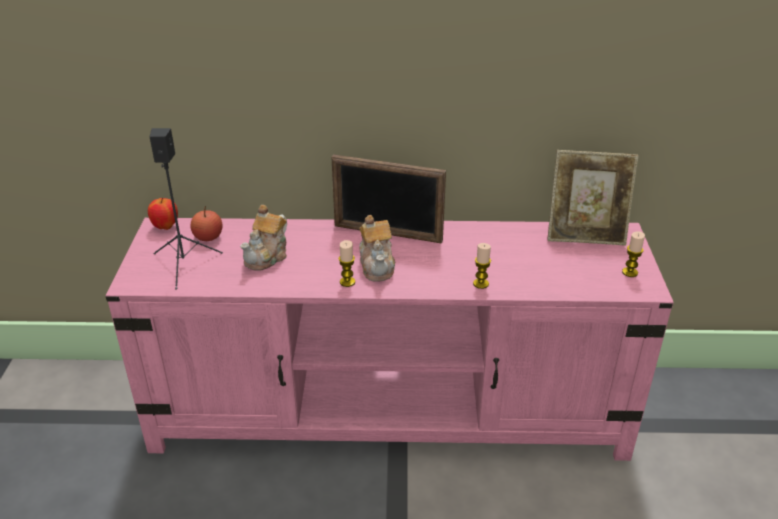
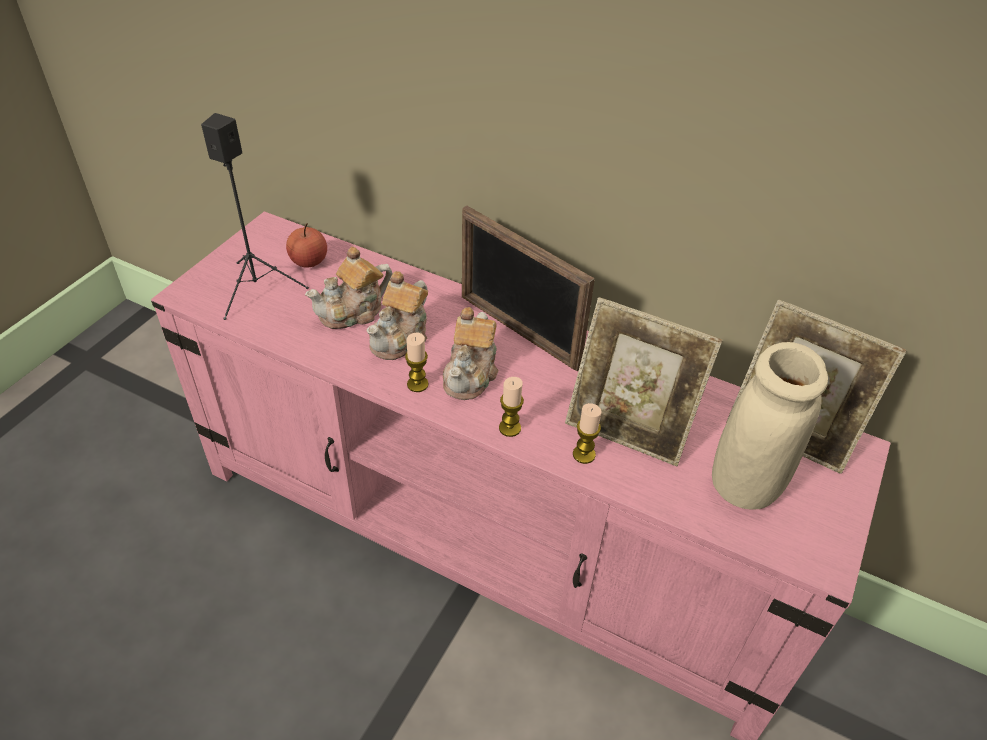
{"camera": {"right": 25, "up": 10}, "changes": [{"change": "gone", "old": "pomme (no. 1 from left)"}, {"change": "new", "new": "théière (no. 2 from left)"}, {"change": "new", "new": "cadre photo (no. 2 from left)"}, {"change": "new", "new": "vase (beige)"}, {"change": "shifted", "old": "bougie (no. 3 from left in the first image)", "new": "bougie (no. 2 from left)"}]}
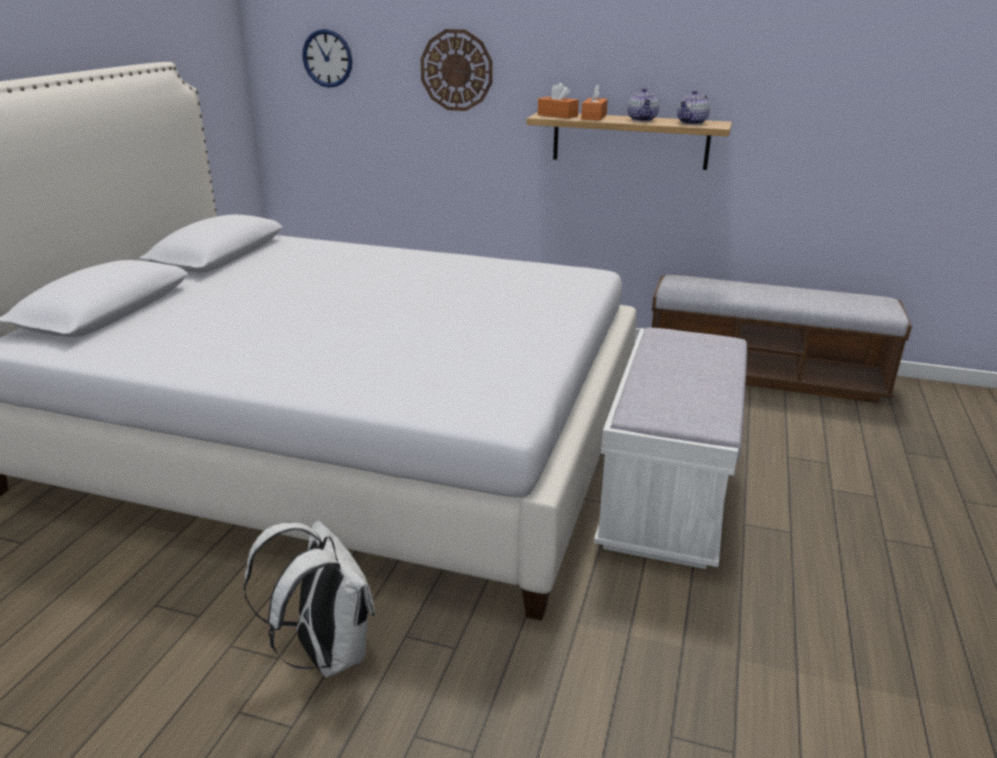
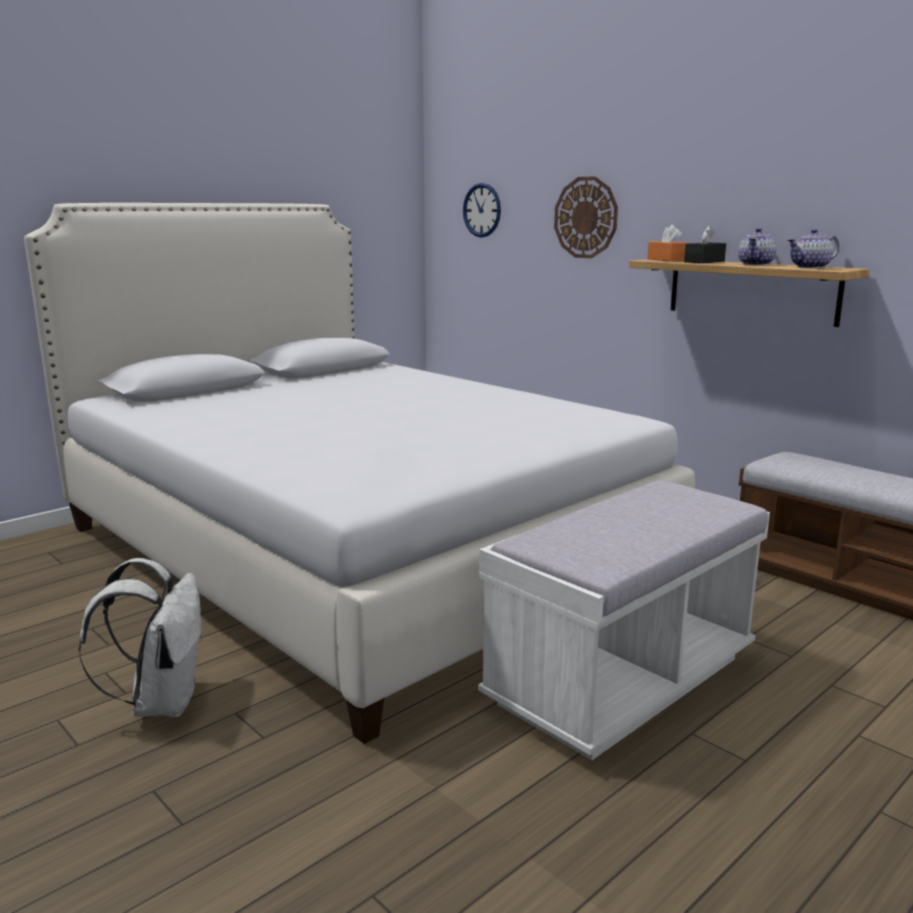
{"camera": {"right": 30, "up": -10}, "changes": [{"change": "repainted", "old": "boîte à mouchoirs (orange) (no. 2 from left)", "new": "boîte à mouchoirs (noir)"}]}
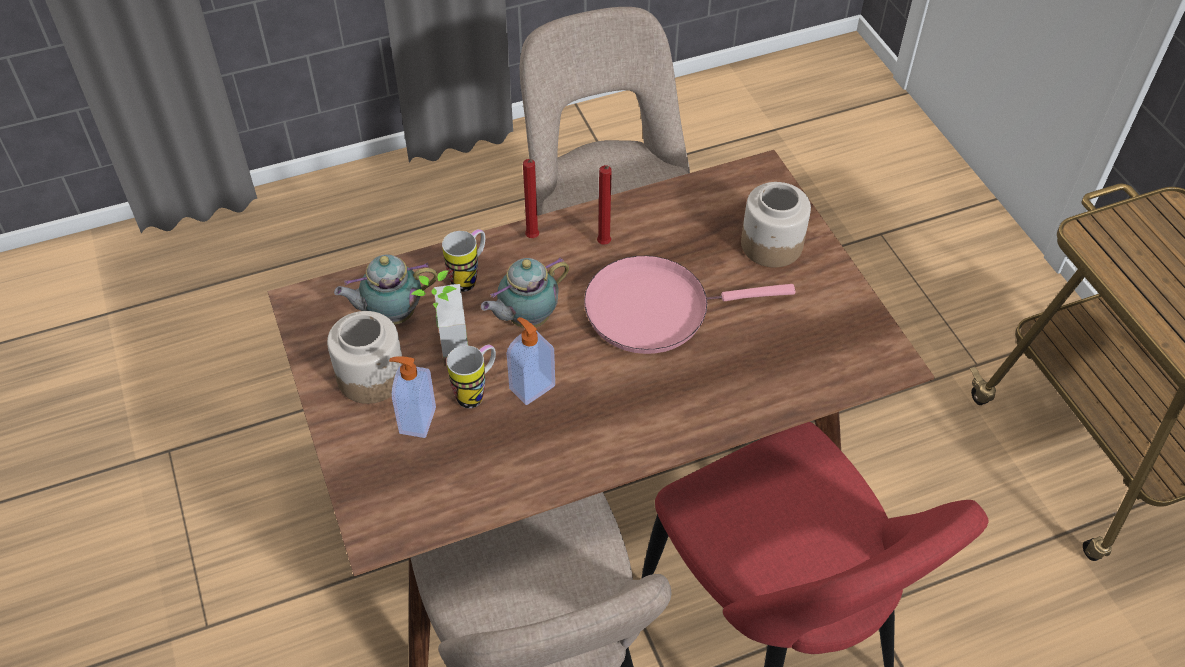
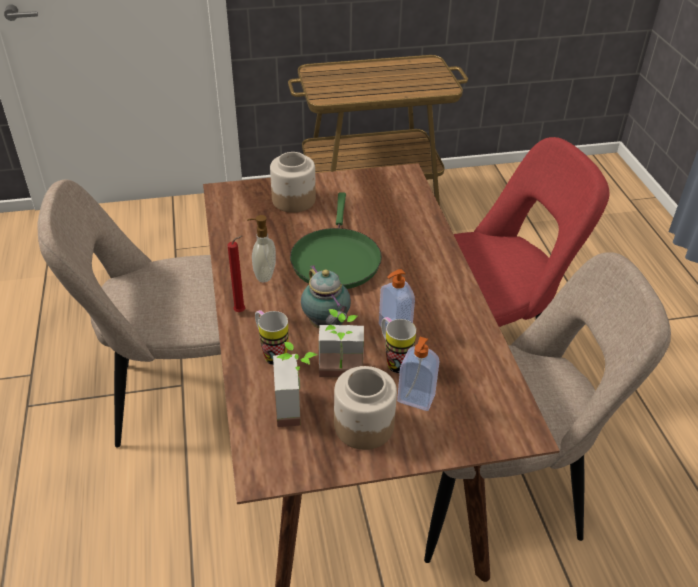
{"camera": {"right": -80, "up": -10}, "changes": [{"change": "swapped", "old": "théière (no. 1 from left)", "new": "plante en pot (no. 1 from left)"}, {"change": "swapped", "old": "bougie (rouge) (no. 2 from left)", "new": "distributeur de savon (no. 1 from left)"}, {"change": "repainted", "old": "poêle (rose)", "new": "poêle (vert)"}]}
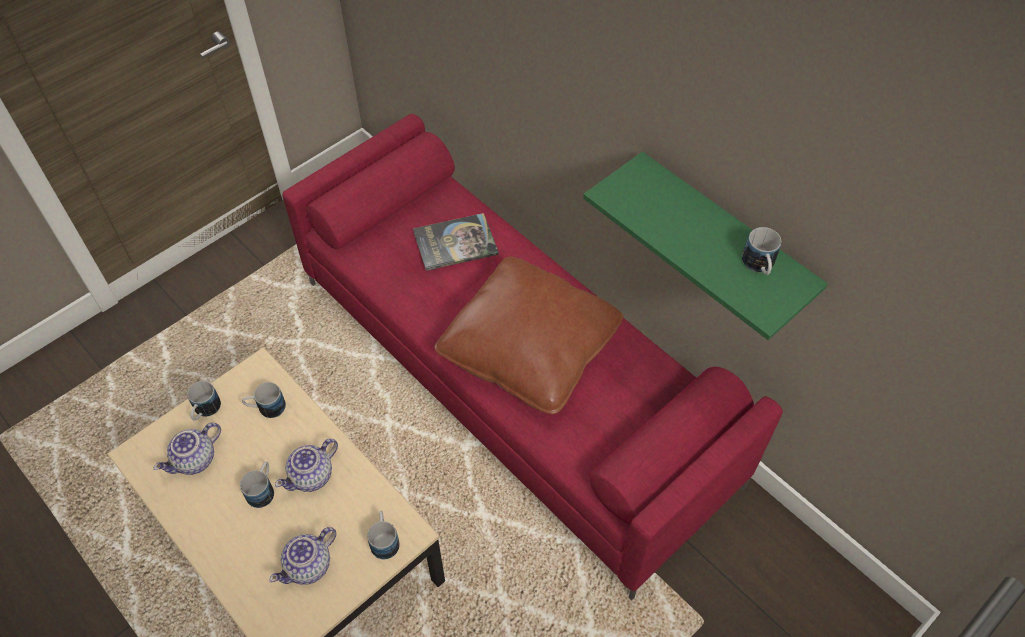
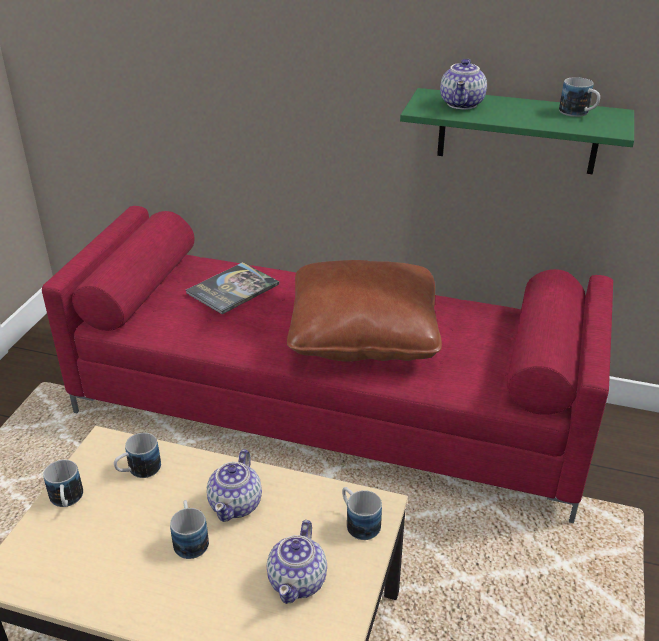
{"camera": {"right": -30, "up": -20}, "changes": [{"change": "shifted", "old": "théière (no. 1 from left in the first image)", "new": "théière (no. 3 from left)"}]}
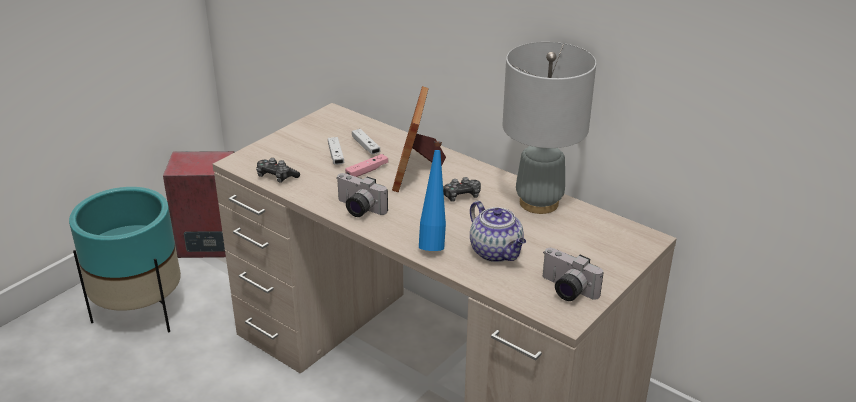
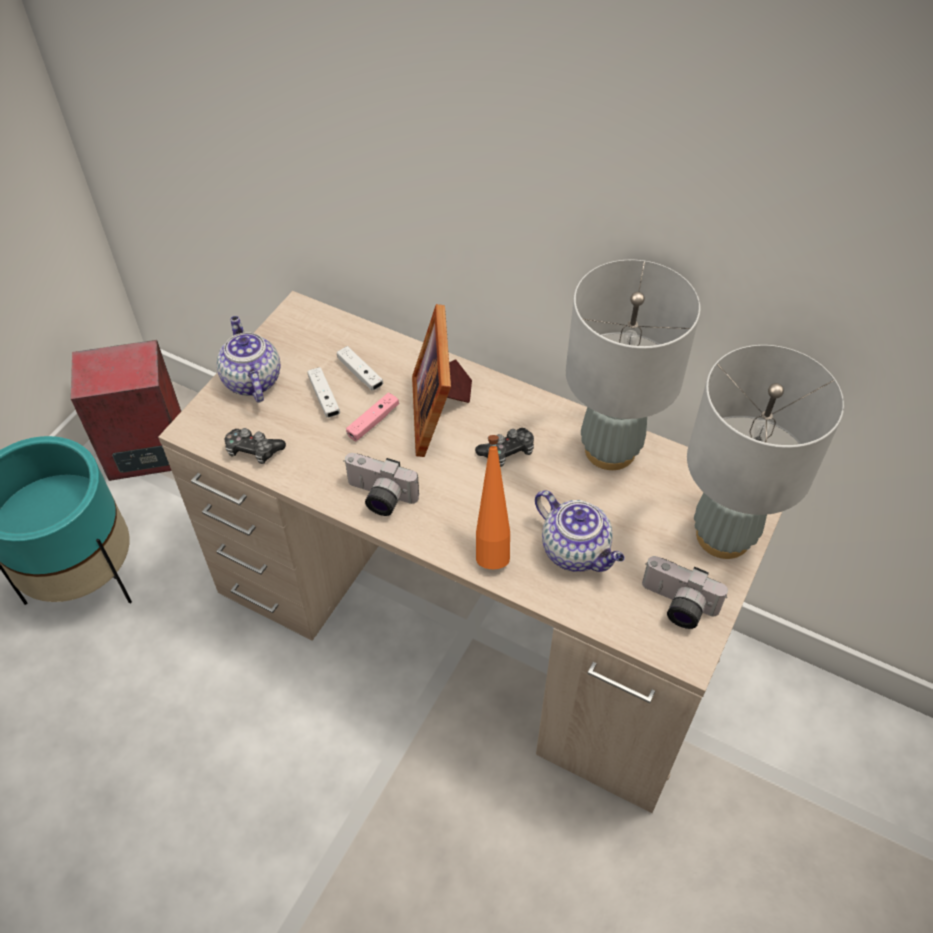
{"camera": {"right": -10, "up": 20}, "changes": [{"change": "new", "new": "théière (no. 1 from left)"}, {"change": "new", "new": "lampe de table (gris) (no. 2 from left)"}, {"change": "repainted", "old": "bouteille (bleu)", "new": "bouteille (orange)"}]}
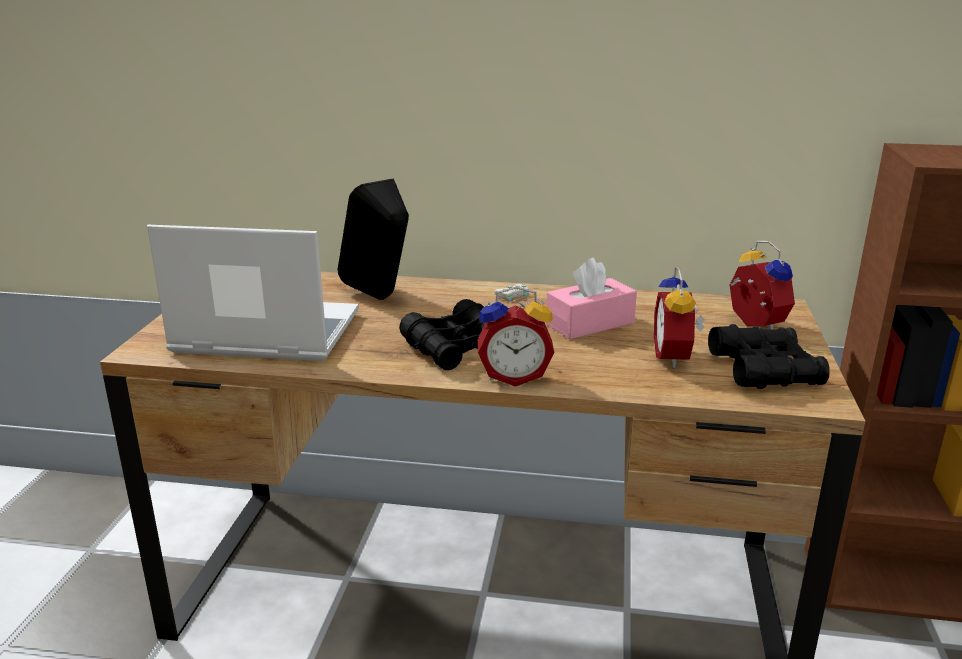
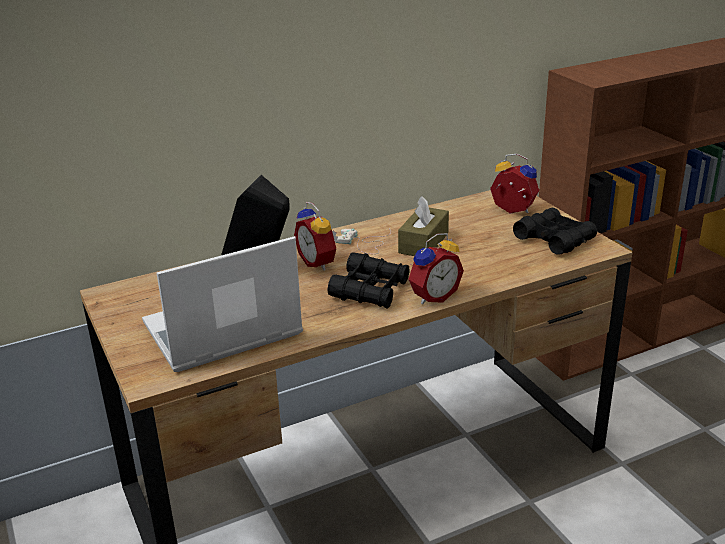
{"camera": {"right": -35, "up": 5}, "changes": [{"change": "shifted", "old": "réveil (no. 2 from left in the first image)", "new": "réveil (no. 1 from left)"}, {"change": "repainted", "old": "boîte à mouchoirs (rose)", "new": "boîte à mouchoirs (marron)"}]}
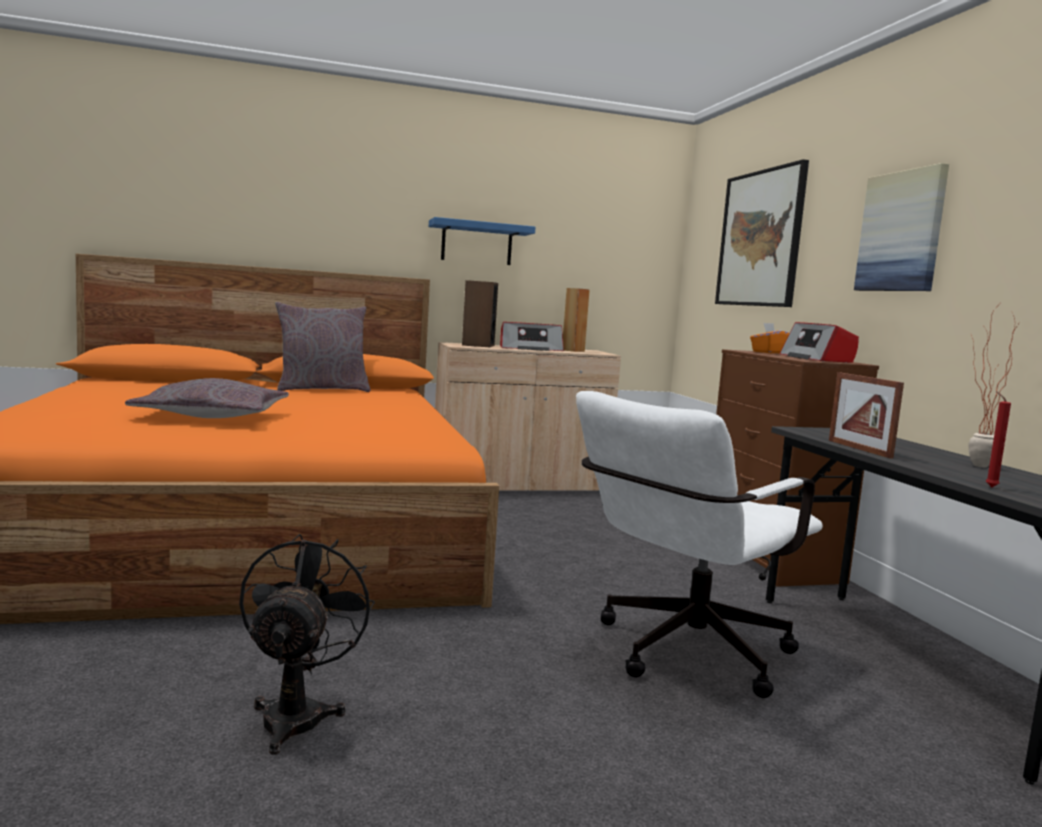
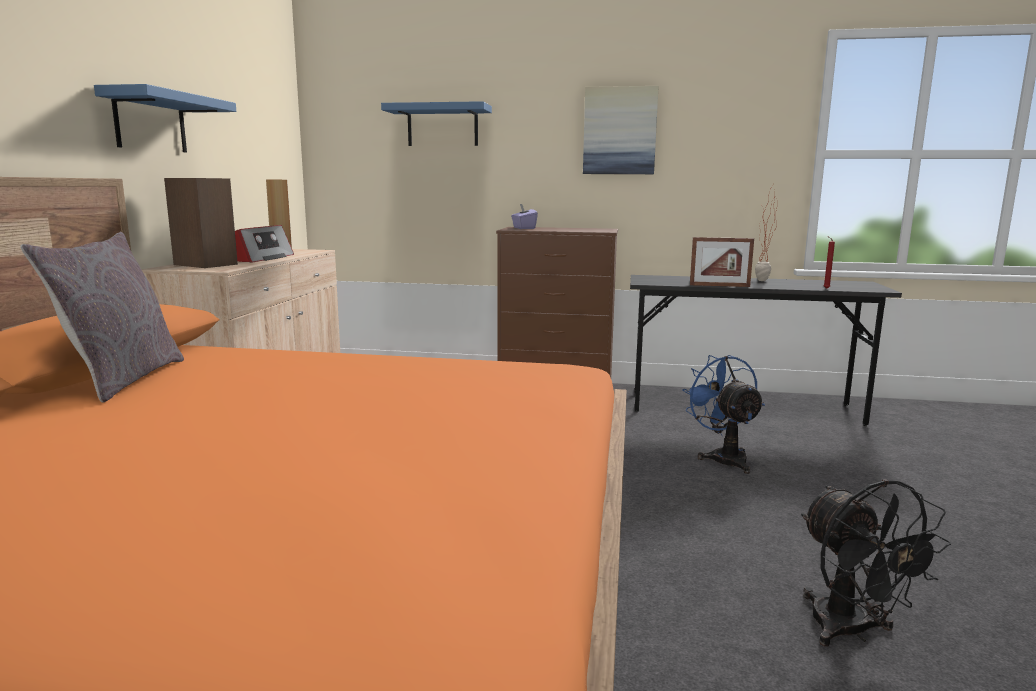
{"camera": {"right": -65, "up": 5}, "changes": [{"change": "gone", "old": "coussin (gris) (no. 1 from left)"}, {"change": "gone", "old": "radio (no. 2 from left)"}, {"change": "swapped", "old": "chaise de bureau (blanc)", "new": "ventilateur (bleu)"}, {"change": "swapped", "old": "tableau (no. 1 from left)", "new": "étagère (bleu) (no. 2 from left)"}, {"change": "repainted", "old": "boîte à mouchoirs (orange)", "new": "boîte à mouchoirs (violet)"}, {"change": "rotated", "old": "ventilateur (noir)", "degrees": -135}]}
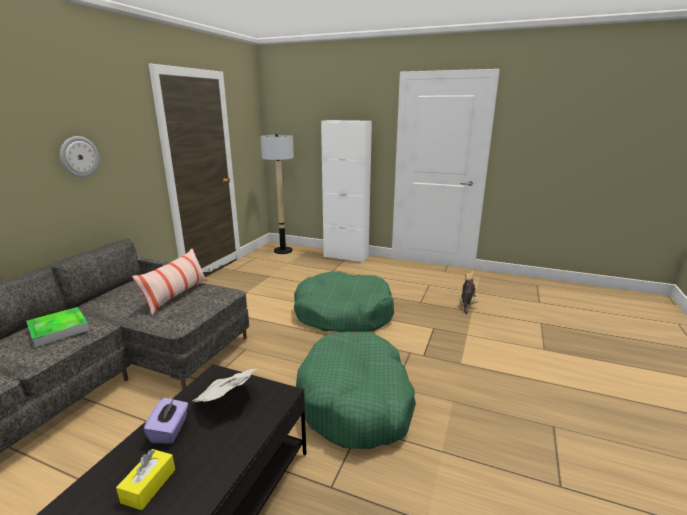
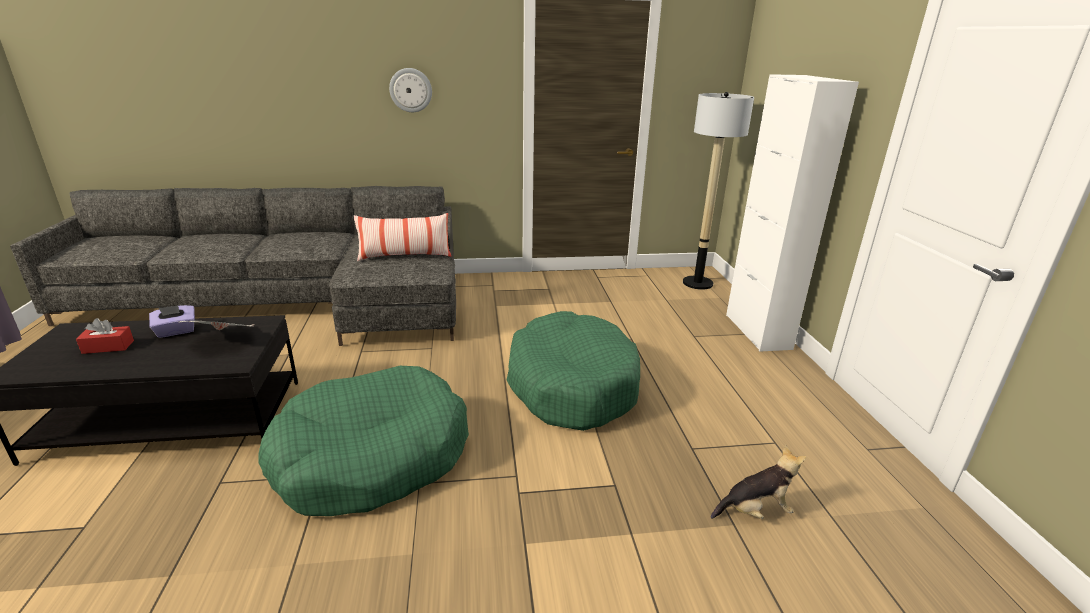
{"camera": {"right": 60, "up": 5}, "changes": [{"change": "gone", "old": "plateau"}, {"change": "repainted", "old": "boîte à mouchoirs (jaune)", "new": "boîte à mouchoirs (rouge)"}]}
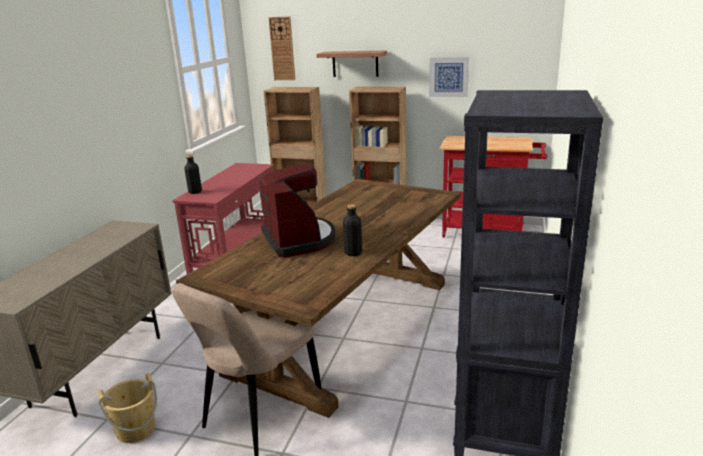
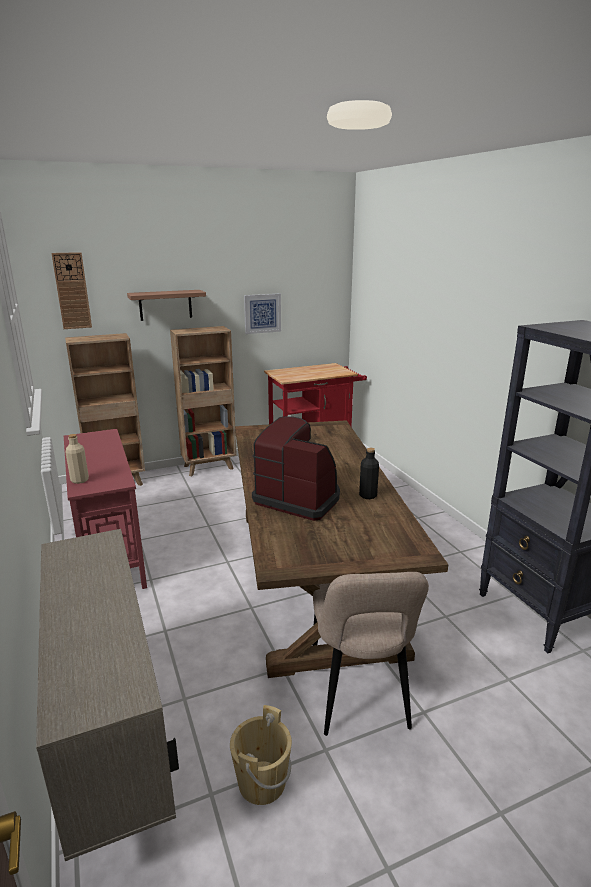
{"camera": {"right": -40, "up": 0}, "changes": [{"change": "repainted", "old": "bouteille (noir) (no. 1 from left)", "new": "bouteille (beige)"}]}
